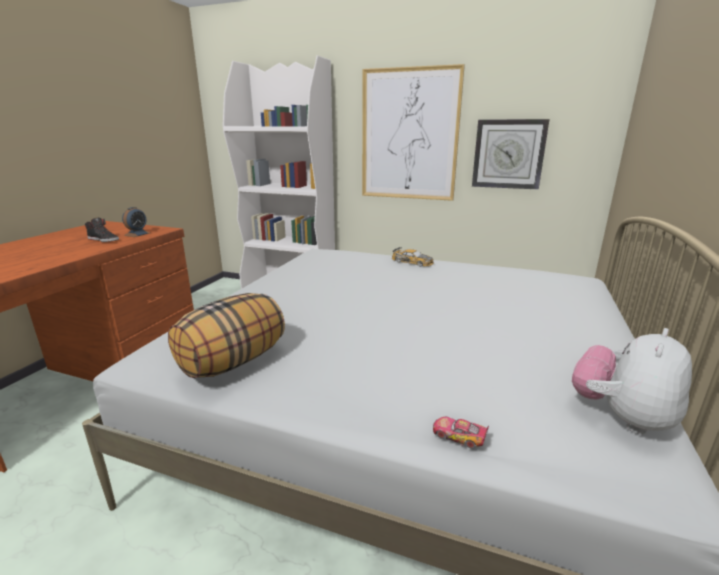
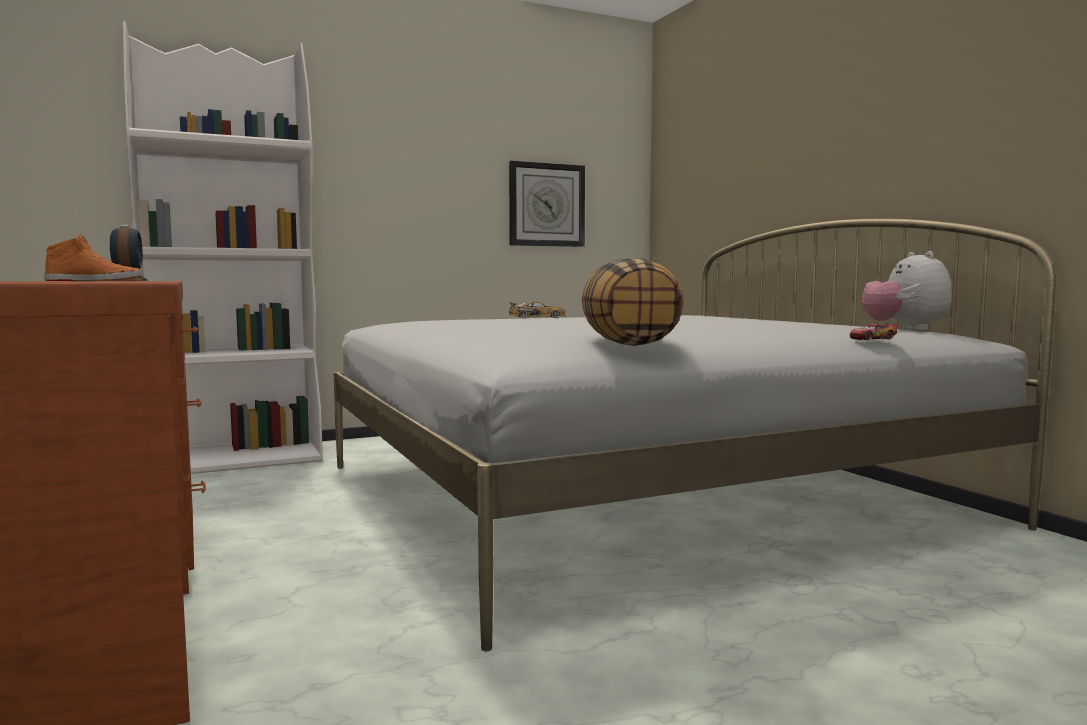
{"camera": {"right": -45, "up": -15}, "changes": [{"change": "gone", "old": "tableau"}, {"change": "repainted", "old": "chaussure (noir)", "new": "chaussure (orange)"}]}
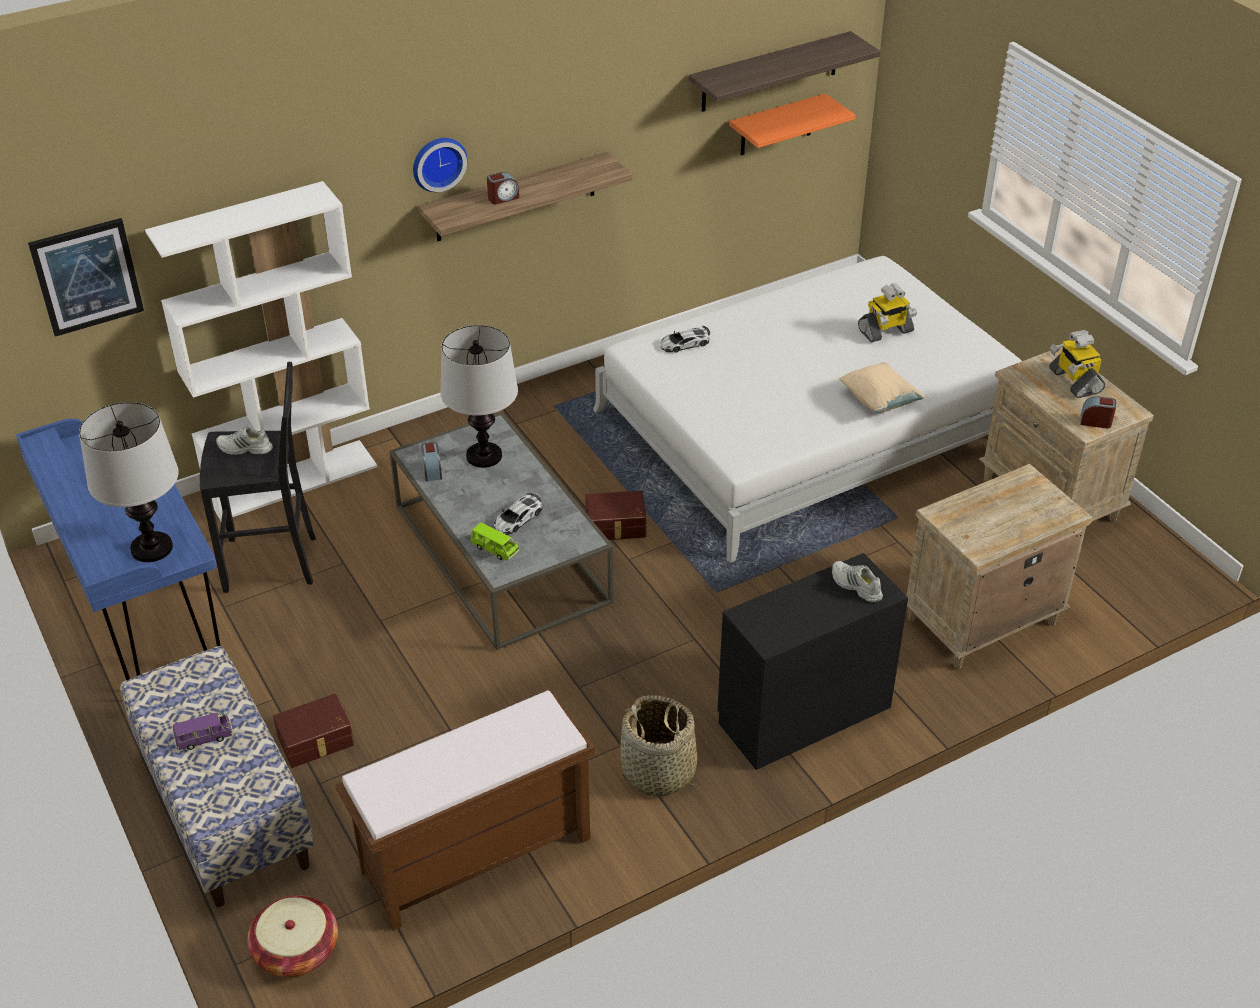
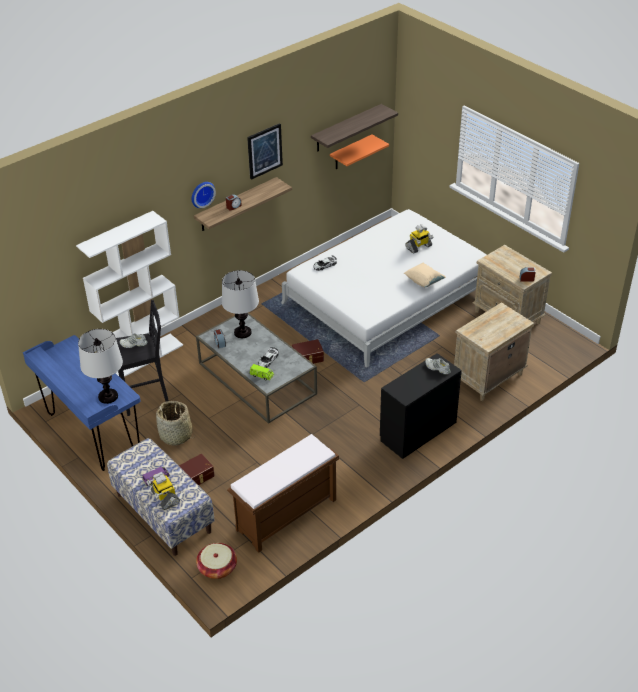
{"camera": {"right": -10, "up": 0}, "changes": [{"change": "shifted", "old": "tableau"}, {"change": "shifted", "old": "panier (no. 2 from left in the first image)", "new": "panier (no. 1 from left)"}, {"change": "shifted", "old": "robot jouet (no. 2 from left in the first image)", "new": "robot jouet (no. 1 from left)"}]}
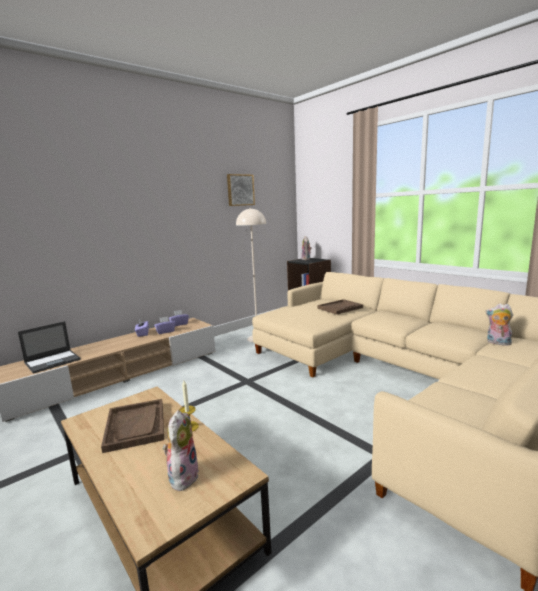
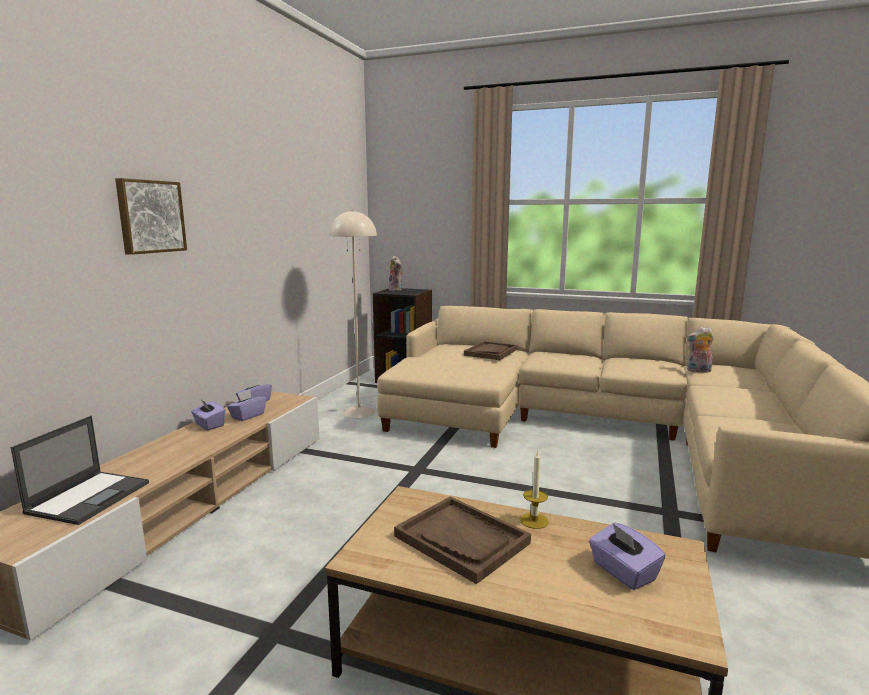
{"camera": {"right": -30, "up": 0}, "changes": [{"change": "shifted", "old": "tableau"}, {"change": "swapped", "old": "peluche (no. 1 from left)", "new": "boîte à mouchoirs (violet) (no. 4 from left)"}]}
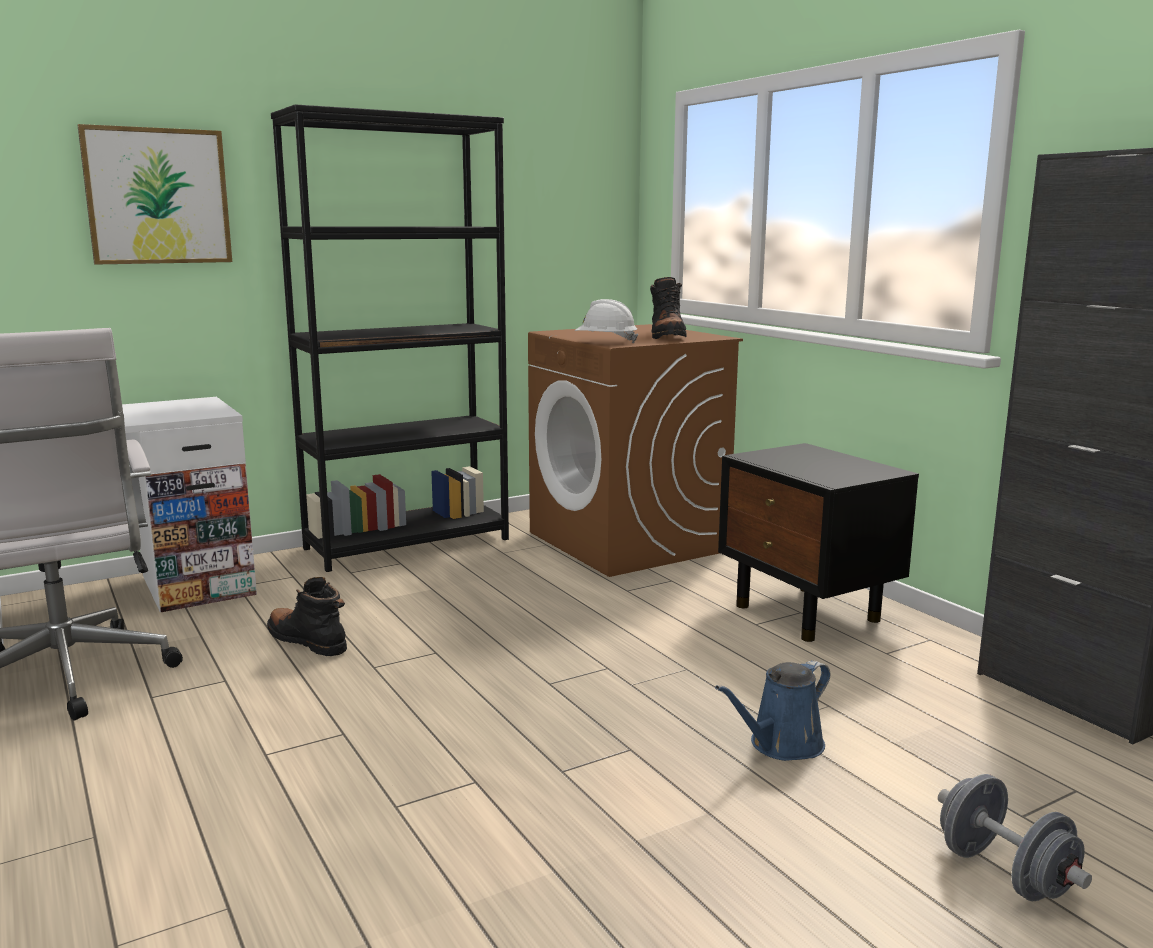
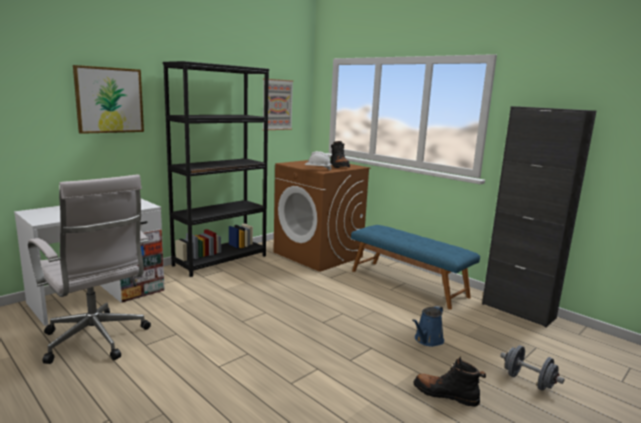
{"camera": {"right": -15, "up": 0}, "changes": [{"change": "new", "new": "tableau (no. 2 from left)"}, {"change": "shifted", "old": "botte (noir) (no. 1 from left in the first image)", "new": "botte (noir) (no. 2 from left)"}, {"change": "swapped", "old": "table de chevet (noir)", "new": "banc (bleu)"}]}
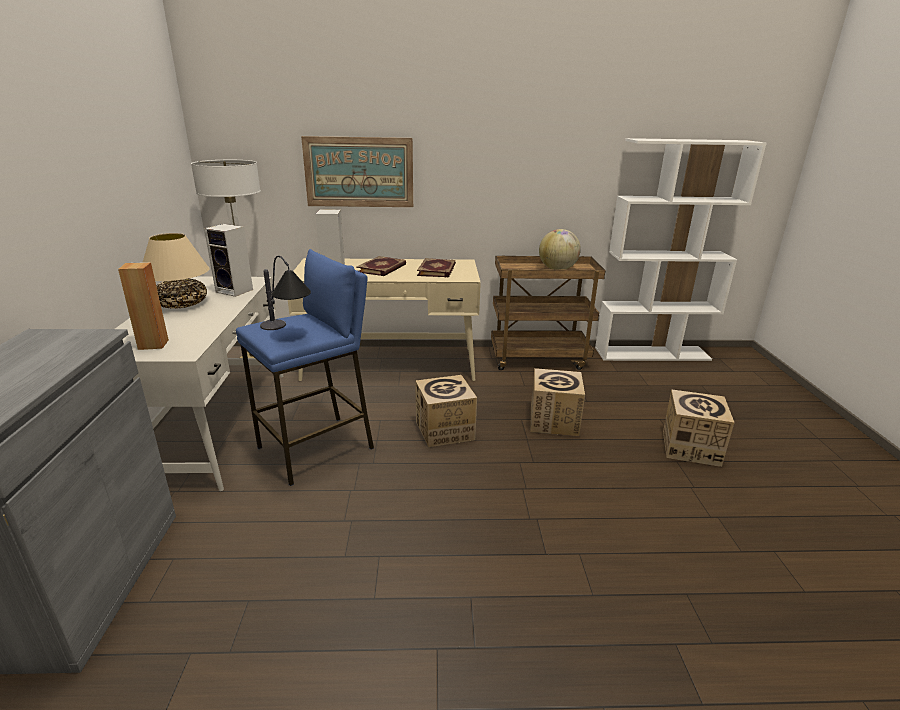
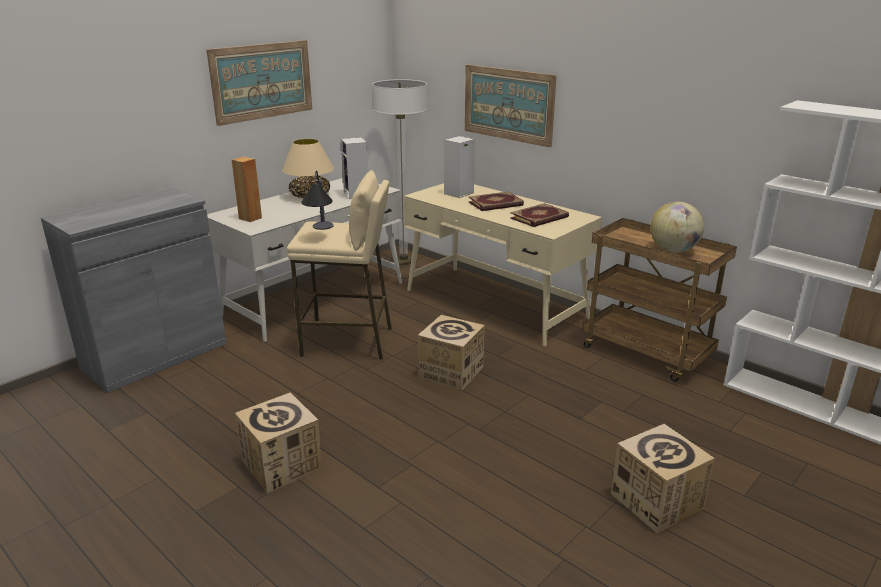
{"camera": {"right": 45, "up": 0}, "changes": [{"change": "new", "new": "tableau (no. 1 from left)"}, {"change": "shifted", "old": "carton (no. 2 from left in the first image)", "new": "carton (no. 1 from left)"}, {"change": "repainted", "old": "tabouret (bleu)", "new": "tabouret (beige)"}]}
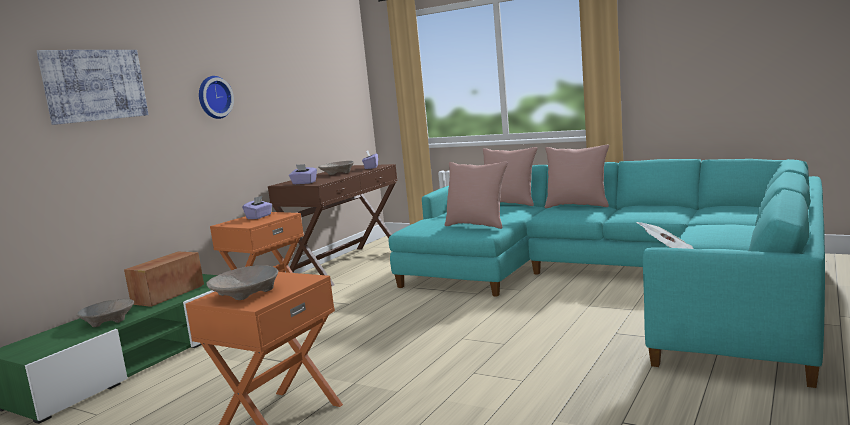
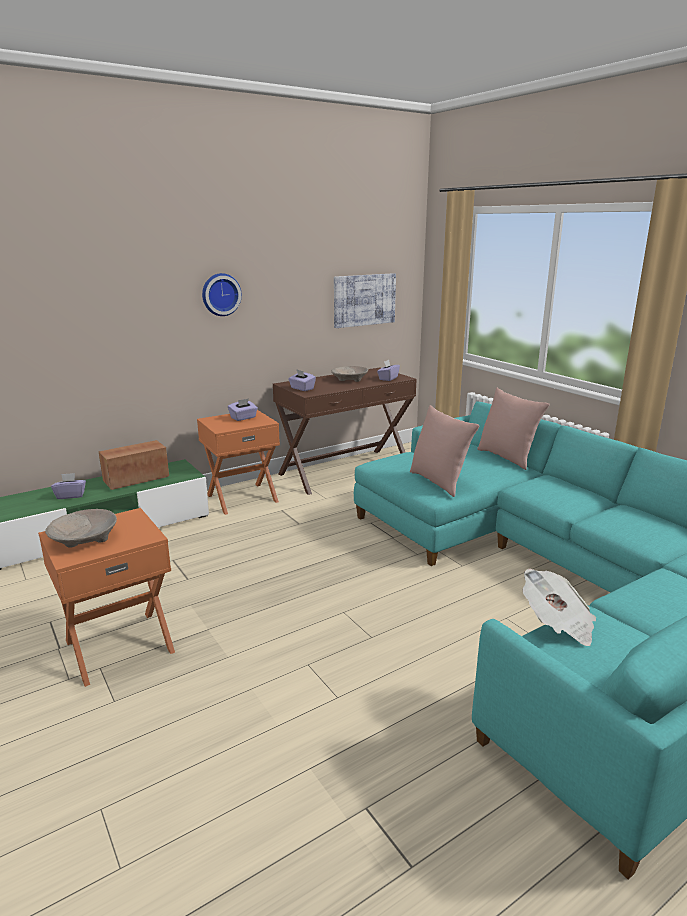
{"camera": {"right": 25, "up": 10}, "changes": [{"change": "gone", "old": "coussin (rose) (no. 3 from left)"}, {"change": "shifted", "old": "tableau"}, {"change": "swapped", "old": "bol (beige) (no. 1 from left)", "new": "boîte à mouchoirs (violet) (no. 1 from left)"}]}
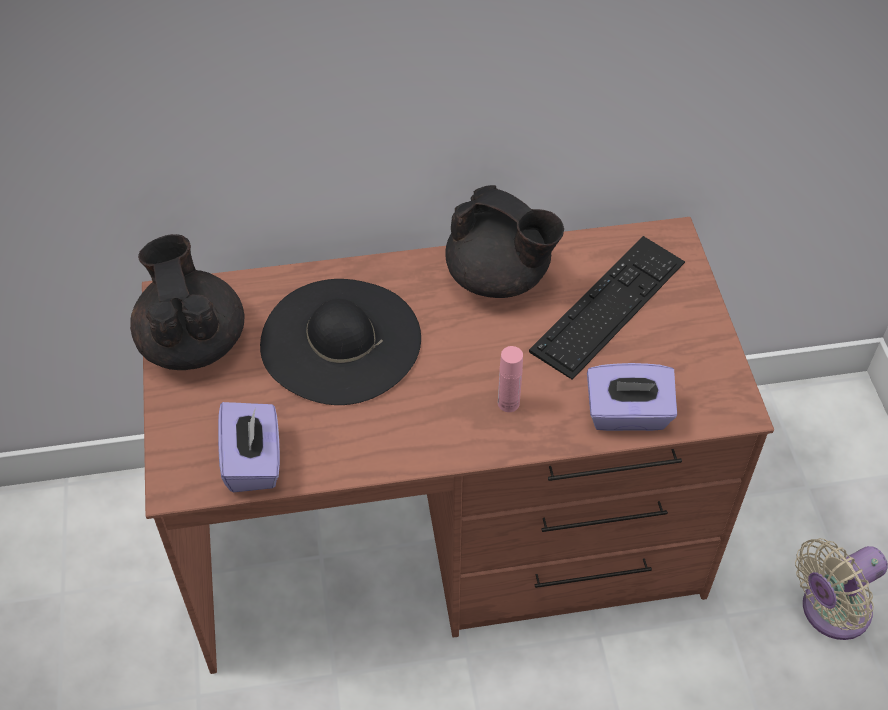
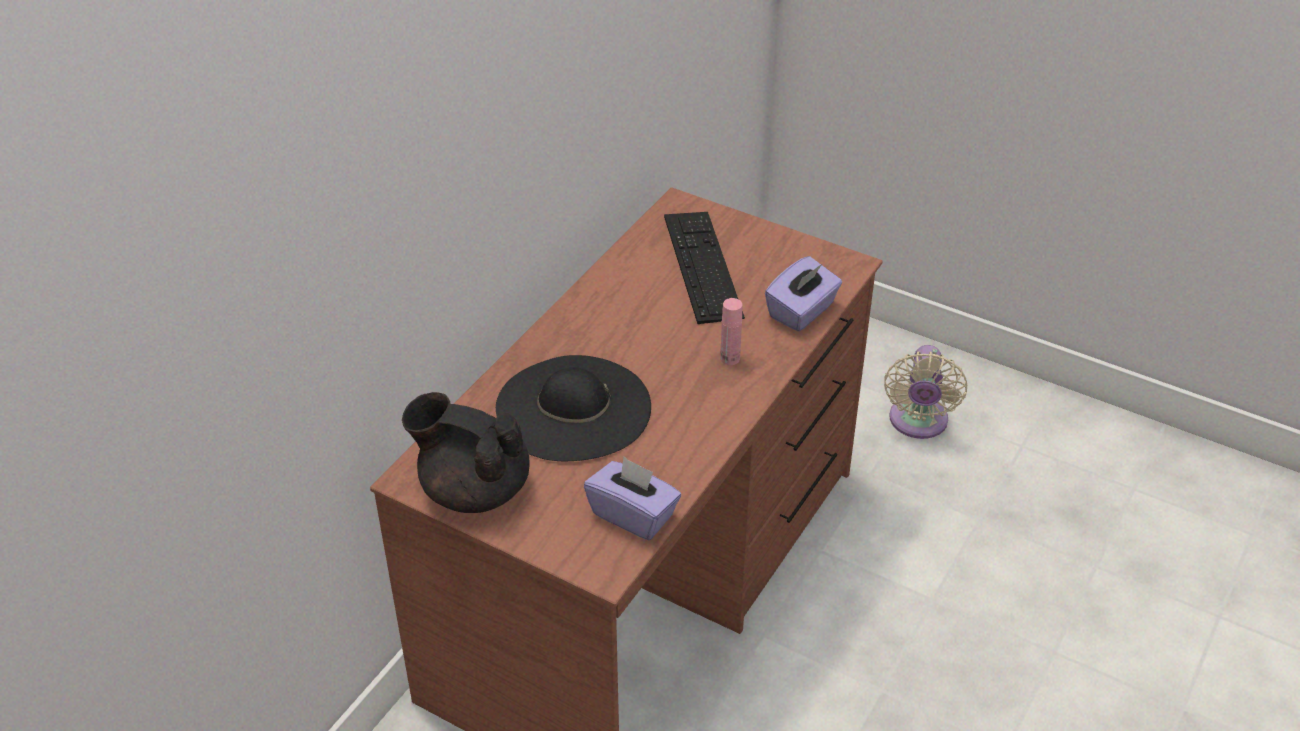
{"camera": {"right": -50, "up": -10}, "changes": [{"change": "gone", "old": "théière (noir) (no. 2 from left)"}]}
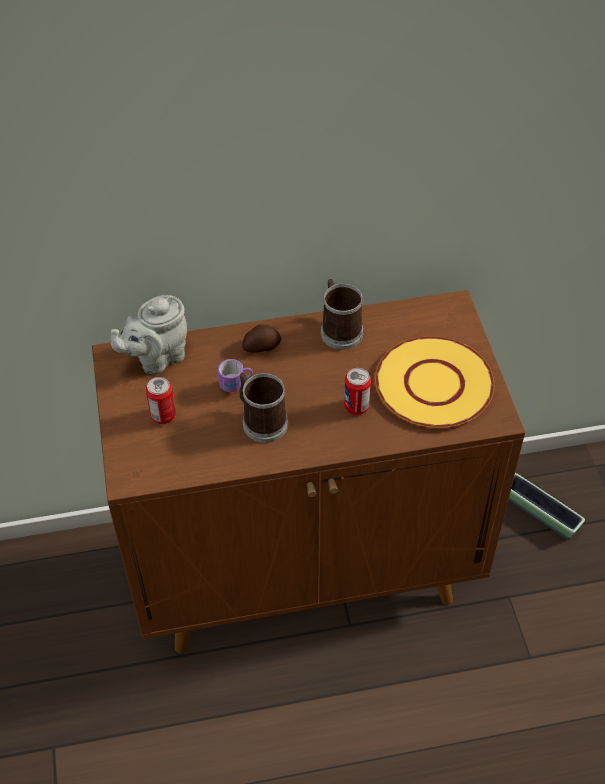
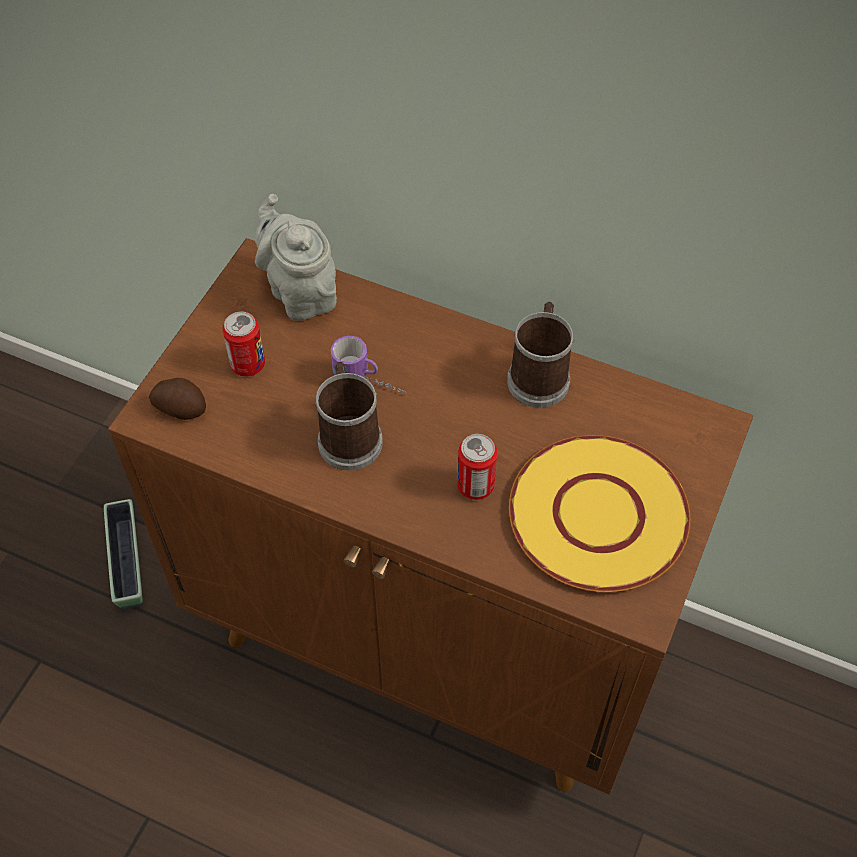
{"camera": {"right": 35, "up": 5}, "changes": [{"change": "shifted", "old": "pomme de terre"}, {"change": "shifted", "old": "cache-pot"}, {"change": "rotated", "old": "théière (gris)", "degrees": 60}]}
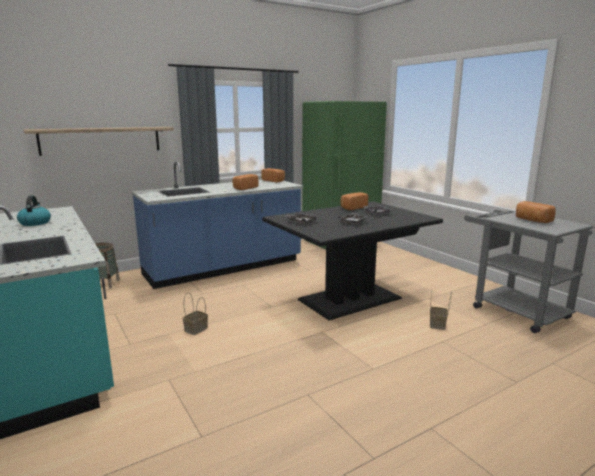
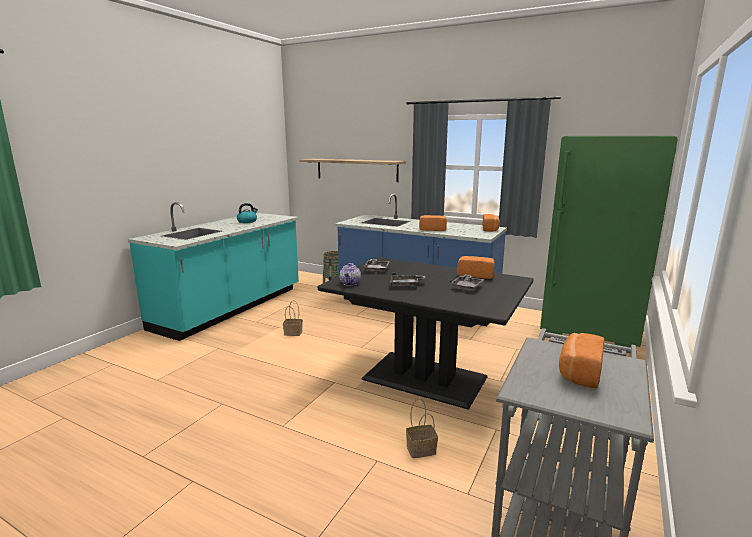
{"camera": {"right": 60, "up": 0}, "changes": [{"change": "new", "new": "théière"}]}
